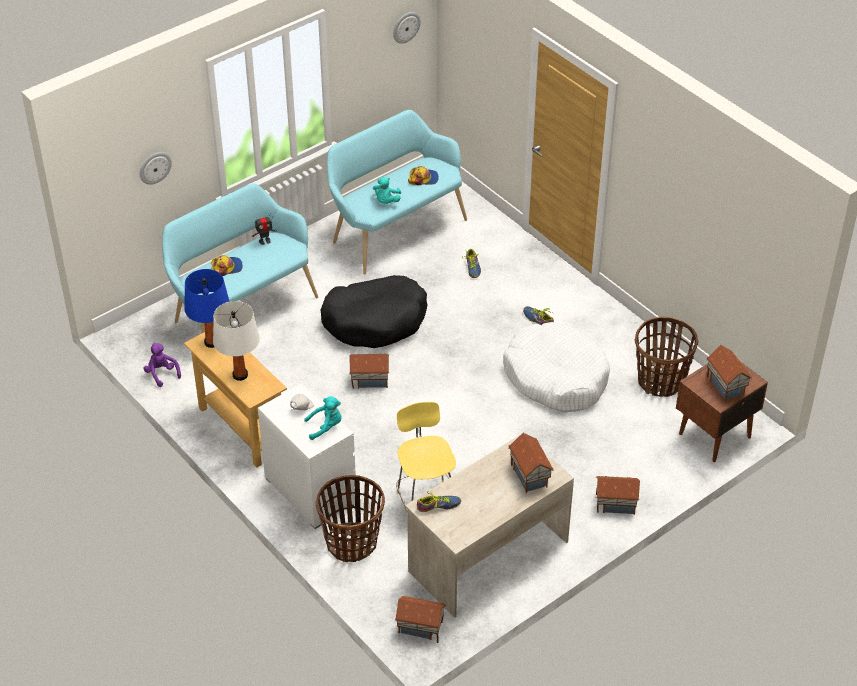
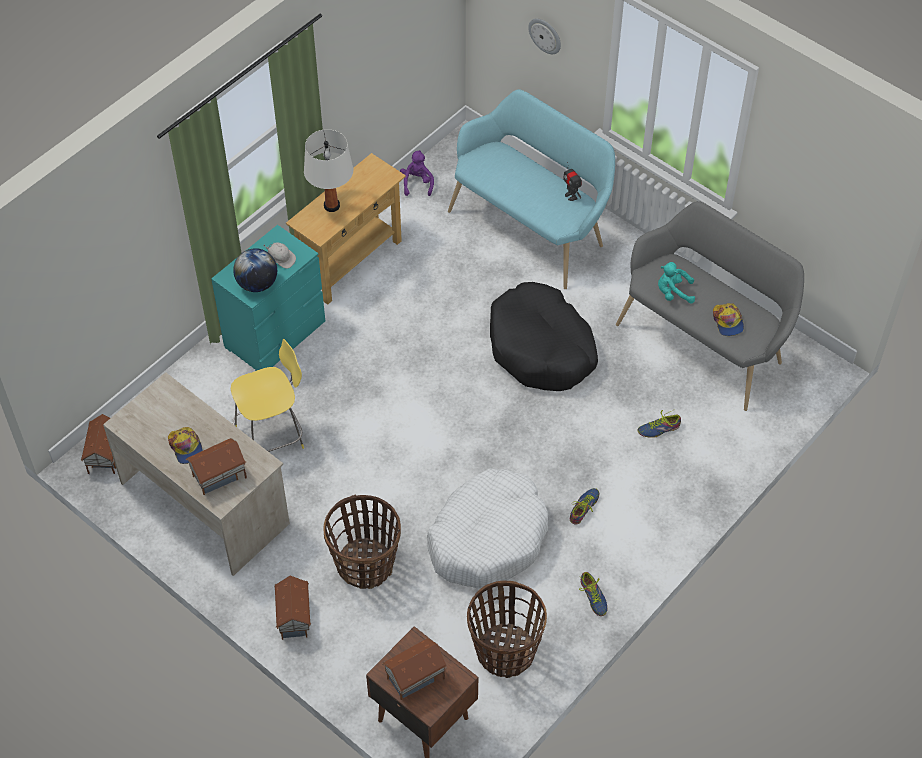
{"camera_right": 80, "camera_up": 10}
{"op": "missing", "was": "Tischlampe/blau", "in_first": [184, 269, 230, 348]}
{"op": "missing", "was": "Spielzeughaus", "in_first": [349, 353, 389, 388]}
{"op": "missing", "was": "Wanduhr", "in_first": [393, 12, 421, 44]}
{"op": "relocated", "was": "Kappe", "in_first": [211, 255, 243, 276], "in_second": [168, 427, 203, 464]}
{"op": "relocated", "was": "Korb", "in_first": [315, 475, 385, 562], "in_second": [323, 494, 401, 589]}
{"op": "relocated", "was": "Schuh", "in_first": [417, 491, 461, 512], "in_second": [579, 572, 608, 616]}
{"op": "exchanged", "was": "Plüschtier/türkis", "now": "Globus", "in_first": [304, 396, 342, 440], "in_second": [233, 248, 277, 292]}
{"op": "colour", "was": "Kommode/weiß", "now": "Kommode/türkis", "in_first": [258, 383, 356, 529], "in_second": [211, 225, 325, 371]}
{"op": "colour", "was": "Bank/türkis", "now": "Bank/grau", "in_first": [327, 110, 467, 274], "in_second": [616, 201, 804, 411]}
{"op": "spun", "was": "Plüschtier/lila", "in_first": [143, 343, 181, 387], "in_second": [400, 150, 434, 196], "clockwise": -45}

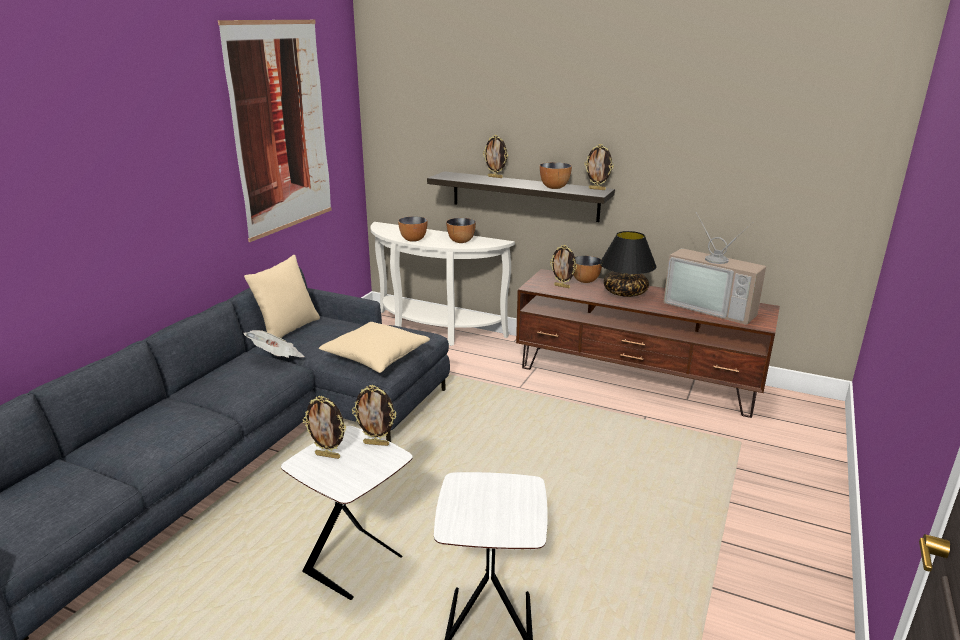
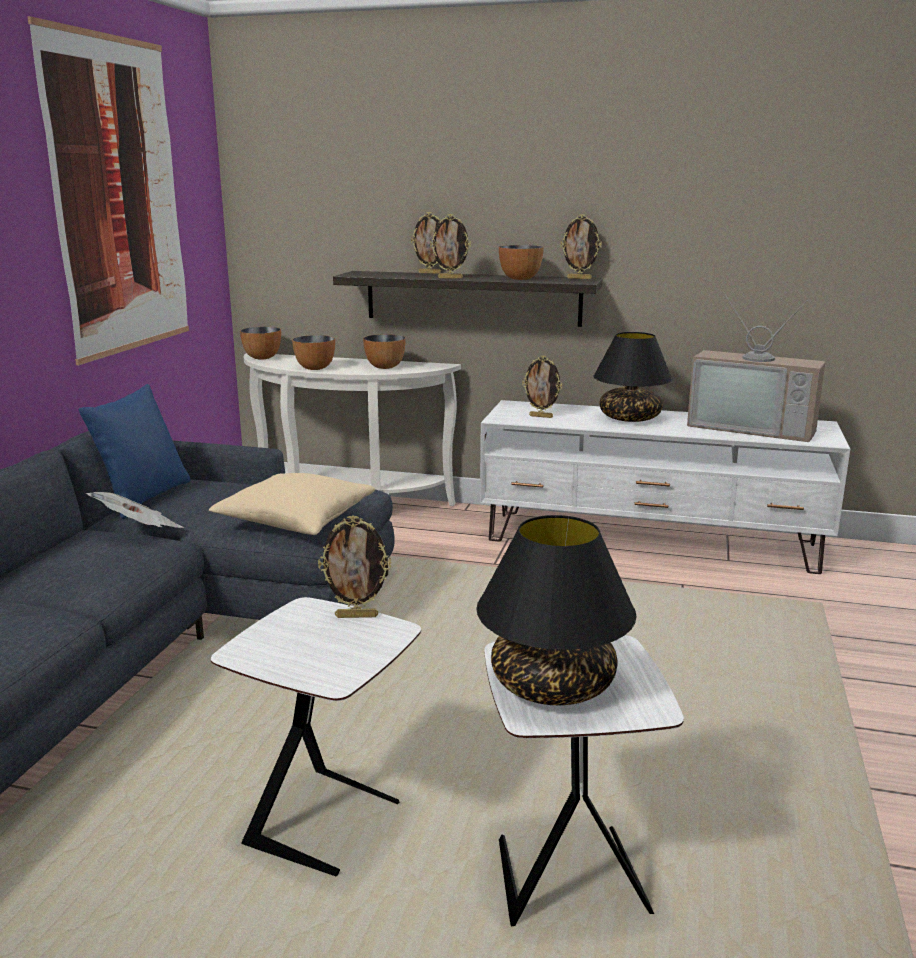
{"camera_right": -10, "camera_up": -5}
{"op": "appeared", "now": "Tischlampe/schwarz", "in_second": [476, 515, 637, 705]}
{"op": "relocated", "was": "Bilderrahmen", "in_first": [303, 396, 346, 459], "in_second": [430, 214, 471, 279]}
{"op": "relocated", "was": "Schüssel", "in_first": [573, 256, 602, 283], "in_second": [240, 327, 281, 359]}
{"op": "colour", "was": "Kissen/beige", "now": "Kissen/blau", "in_first": [244, 255, 320, 338], "in_second": [78, 384, 191, 519]}
{"op": "colour", "was": "Fernsehschrank/braun", "now": "Fernsehschrank/weiß", "in_first": [516, 269, 780, 418], "in_second": [480, 400, 850, 574]}

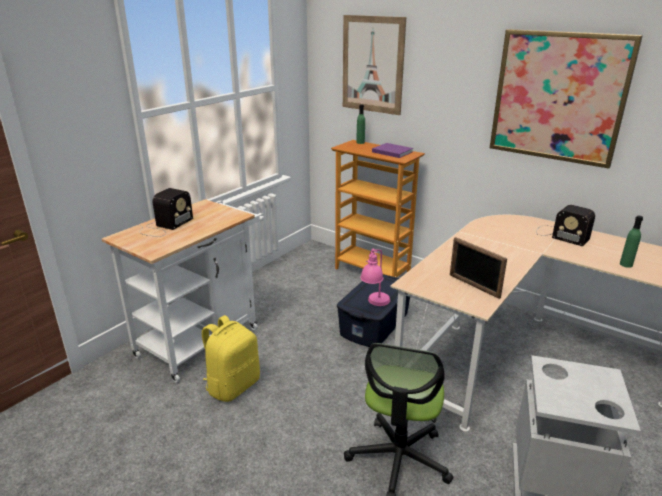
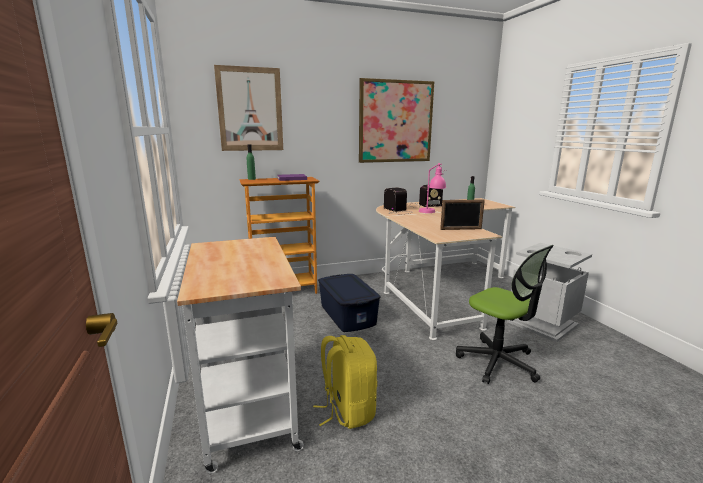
{"camera_right": -55, "camera_up": -10}
{"op": "relocated", "was": "Radio", "in_first": [139, 188, 193, 237], "in_second": [384, 187, 411, 214]}
{"op": "relocated", "was": "Tischlampe/rosa", "in_first": [360, 248, 390, 306], "in_second": [419, 163, 446, 213]}

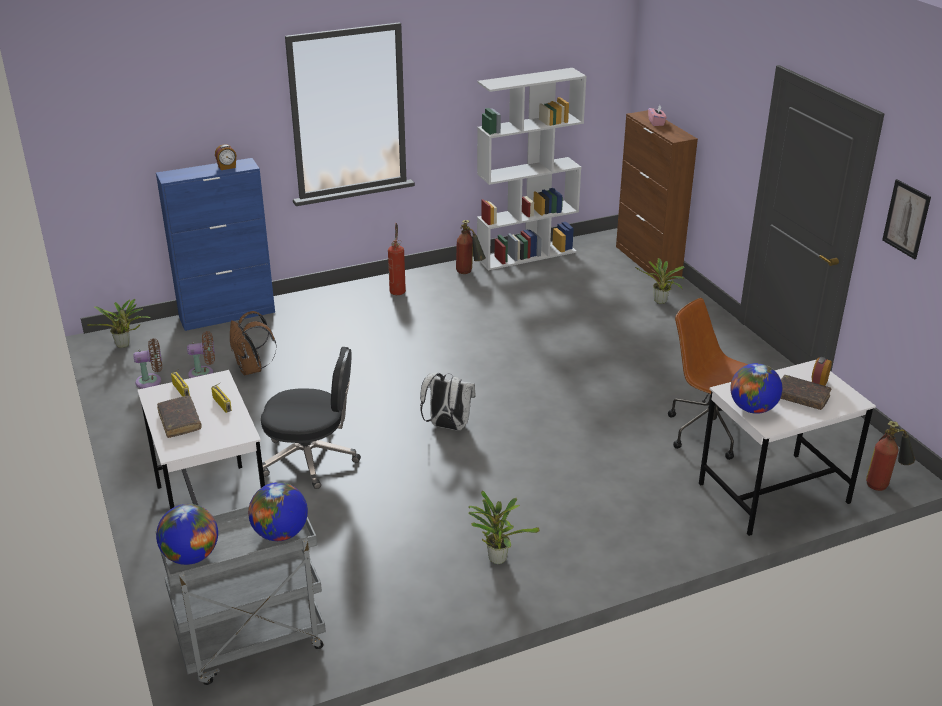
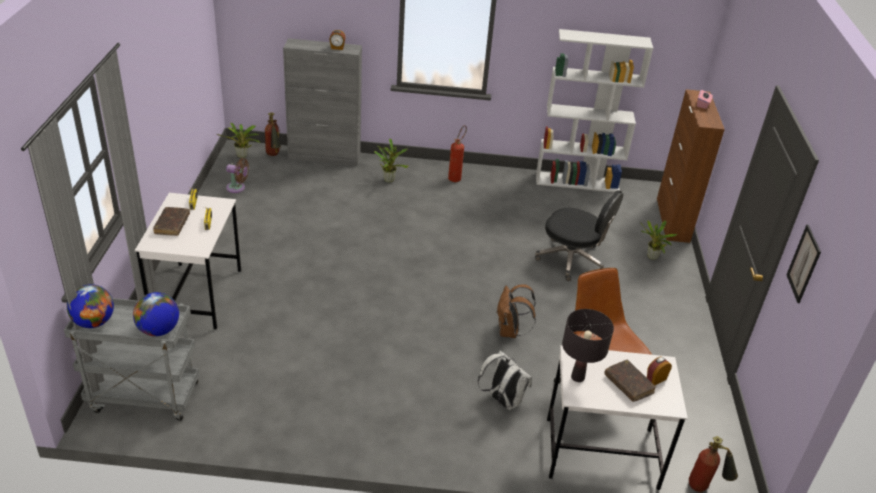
{"camera_right": 25, "camera_up": 5}
{"op": "missing", "was": "Ventilator/braun", "in_first": [187, 331, 215, 378]}
{"op": "relocated", "was": "Rucksack/braun", "in_first": [230, 311, 277, 375], "in_second": [496, 284, 536, 338]}
{"op": "relocated", "was": "Bürostuhl/schwarz", "in_first": [261, 347, 361, 489], "in_second": [535, 190, 623, 281]}
{"op": "relocated", "was": "Rucksack/weiß", "in_first": [420, 373, 476, 430], "in_second": [478, 351, 532, 410]}
{"op": "relocated", "was": "Feuerlöscher", "in_first": [456, 220, 486, 274], "in_second": [265, 112, 281, 156]}
{"op": "relocated", "was": "Topfpflanze", "in_first": [468, 491, 540, 564], "in_second": [374, 139, 408, 183]}
{"op": "exchanged", "was": "Globus", "now": "Tischlampe/schwarz", "in_first": [730, 363, 782, 414], "in_second": [562, 309, 614, 382]}
{"op": "colour", "was": "Schrank/blau", "now": "Schrank/grau", "in_first": [156, 158, 275, 331], "in_second": [283, 38, 362, 166]}

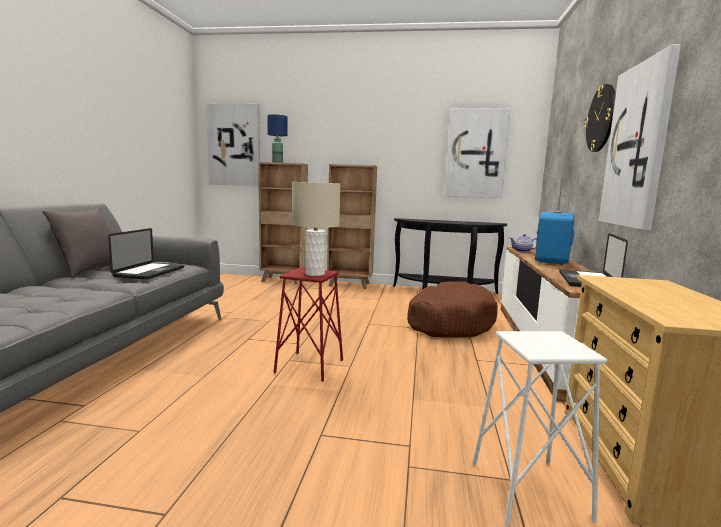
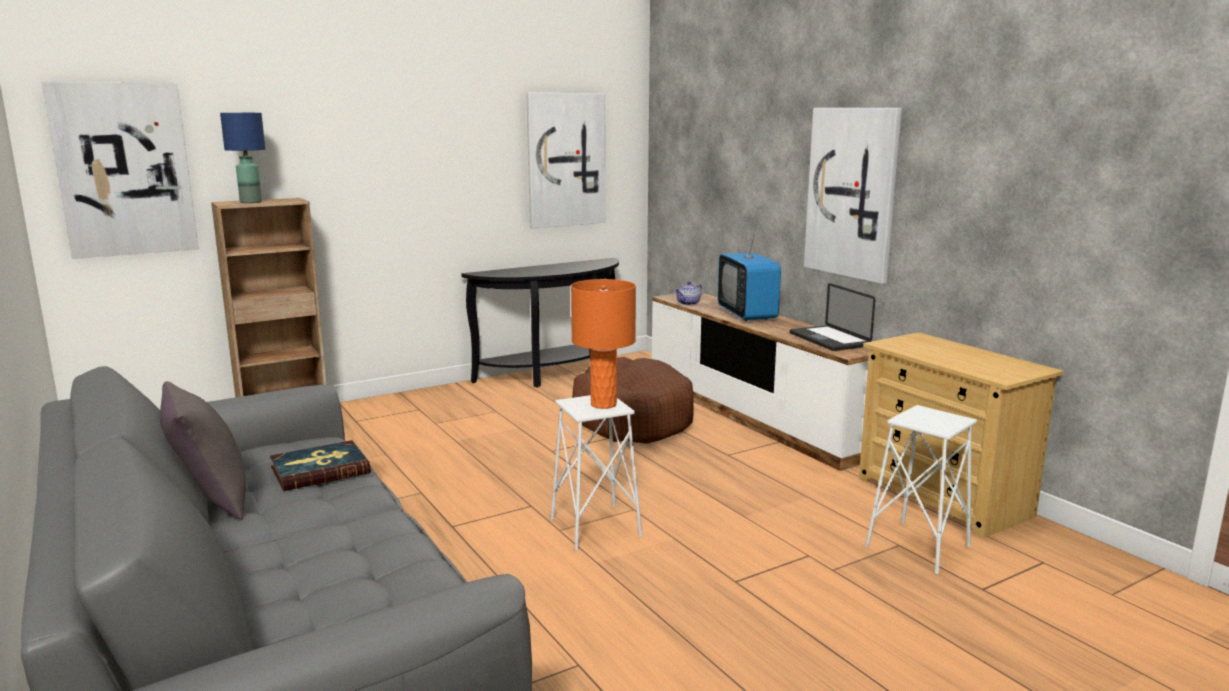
{"camera_right": -40, "camera_up": 5}
{"op": "missing", "was": "Bücherregal/braun", "in_first": [327, 164, 377, 289]}
{"op": "missing", "was": "Wanduhr", "in_first": [584, 84, 616, 152]}
{"op": "exchanged", "was": "Laptop", "now": "Buch", "in_first": [108, 228, 184, 280], "in_second": [270, 440, 371, 491]}
{"op": "colour", "was": "Hocker/rot", "now": "Hocker/weiß", "in_first": [274, 268, 343, 382], "in_second": [551, 395, 642, 551]}
{"op": "colour", "was": "Tischlampe/beige", "now": "Tischlampe/orange", "in_first": [292, 182, 341, 276], "in_second": [571, 279, 636, 409]}

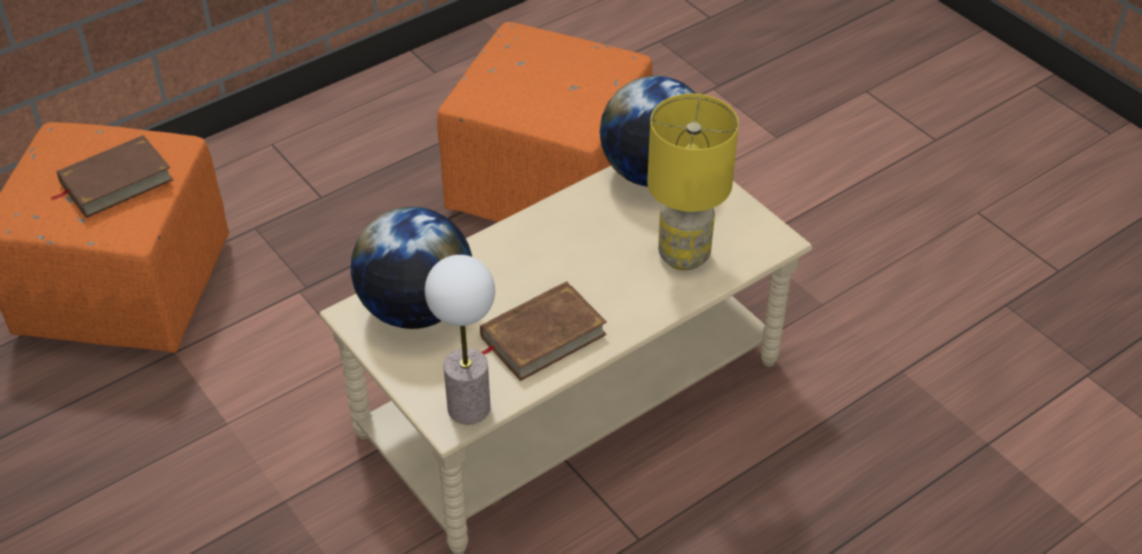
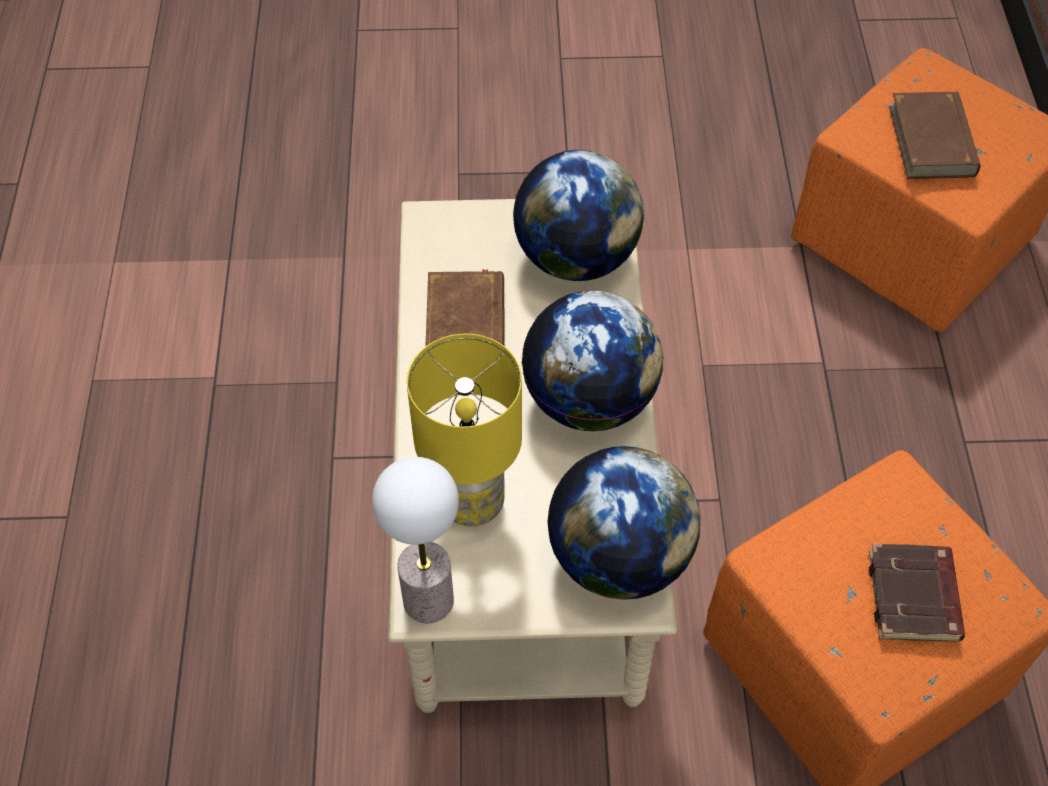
{"camera_right": 125, "camera_up": 10}
{"op": "appeared", "now": "Globus", "in_second": [521, 290, 663, 431]}
{"op": "appeared", "now": "Buch/braun", "in_second": [869, 543, 965, 642]}
{"op": "relocated", "was": "Tischlampe", "in_first": [425, 255, 495, 424], "in_second": [372, 457, 459, 623]}

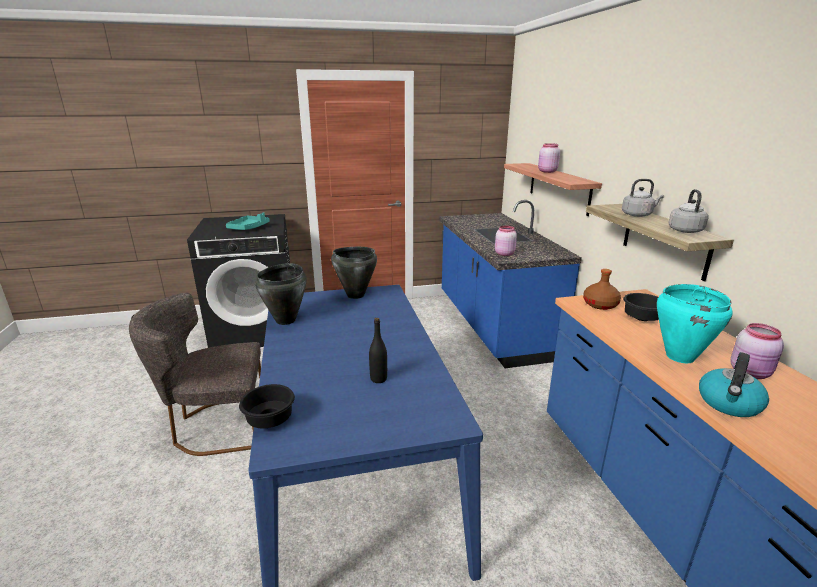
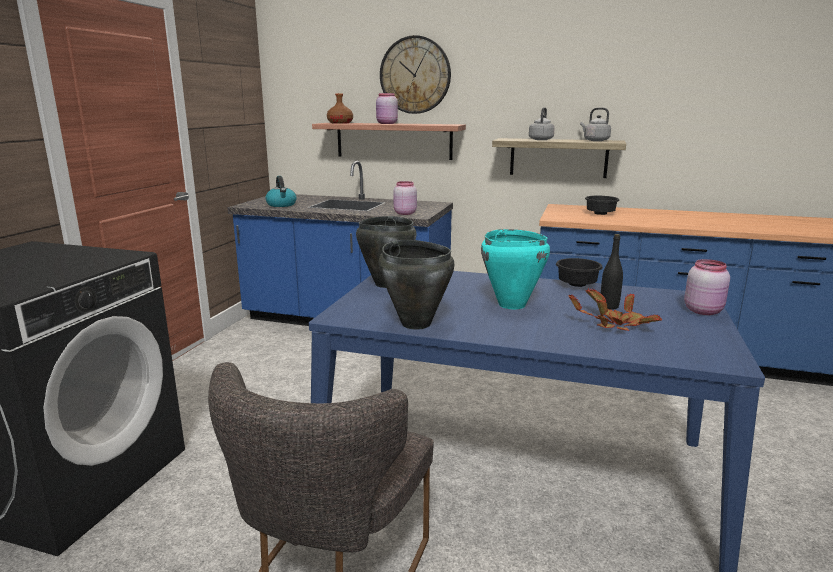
{"camera_right": -60, "camera_up": -5}
{"op": "missing", "was": "Tablett/türkis", "in_first": [226, 212, 269, 230]}
{"op": "appeared", "now": "Wanduhr", "in_second": [380, 35, 451, 114]}
{"op": "appeared", "now": "Topfpflanze", "in_second": [568, 288, 662, 331]}
{"op": "relocated", "was": "Schüssel/schwarz", "in_first": [239, 384, 295, 428], "in_second": [556, 258, 603, 287]}
{"op": "relocated", "was": "Flasche/braun", "in_first": [583, 269, 621, 310], "in_second": [327, 93, 353, 124]}
{"op": "relocated", "was": "Kochtopf/türkis", "in_first": [657, 284, 733, 363], "in_second": [481, 229, 550, 309]}
{"op": "relocated", "was": "Wasserkessel", "in_first": [699, 352, 769, 417], "in_second": [266, 176, 297, 207]}
{"op": "relocated", "was": "Vorratsglas/rosa", "in_first": [731, 323, 784, 379], "in_second": [684, 259, 730, 315]}

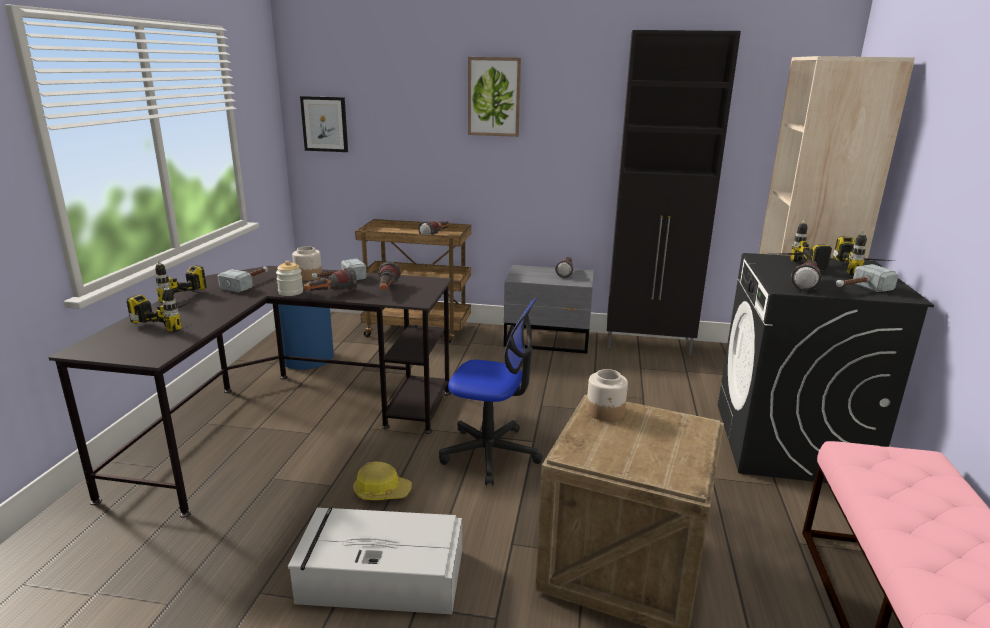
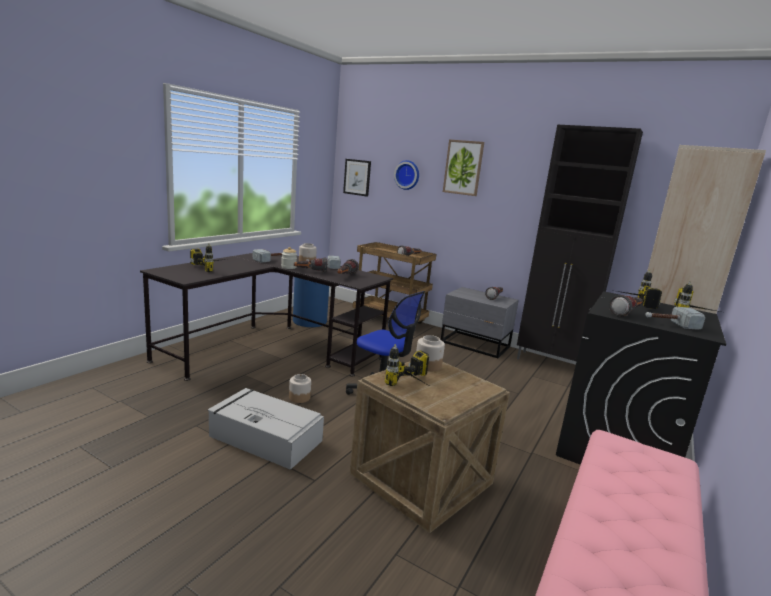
{"camera_right": 20, "camera_up": -5}
{"op": "appeared", "now": "Wanduhr", "in_second": [394, 160, 419, 190]}
{"op": "relocated", "was": "Bohrmaschine", "in_first": [155, 260, 207, 303], "in_second": [385, 344, 429, 386]}
{"op": "exchanged", "was": "Schutzhelm", "now": "Vorratsglas", "in_first": [353, 461, 412, 500], "in_second": [289, 374, 311, 403]}

